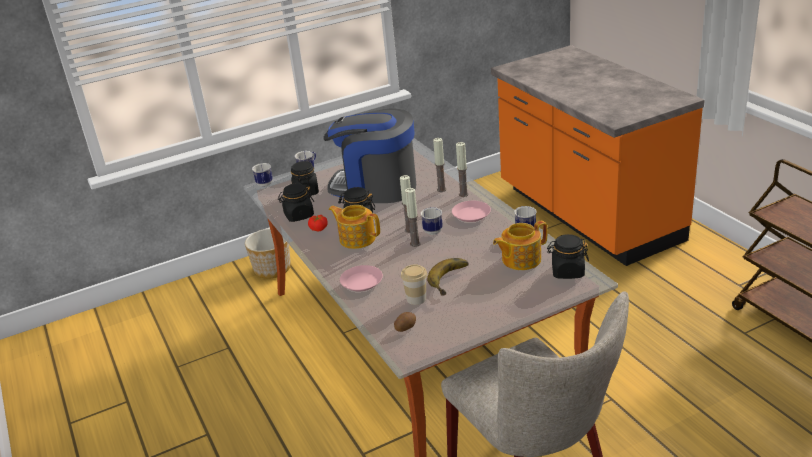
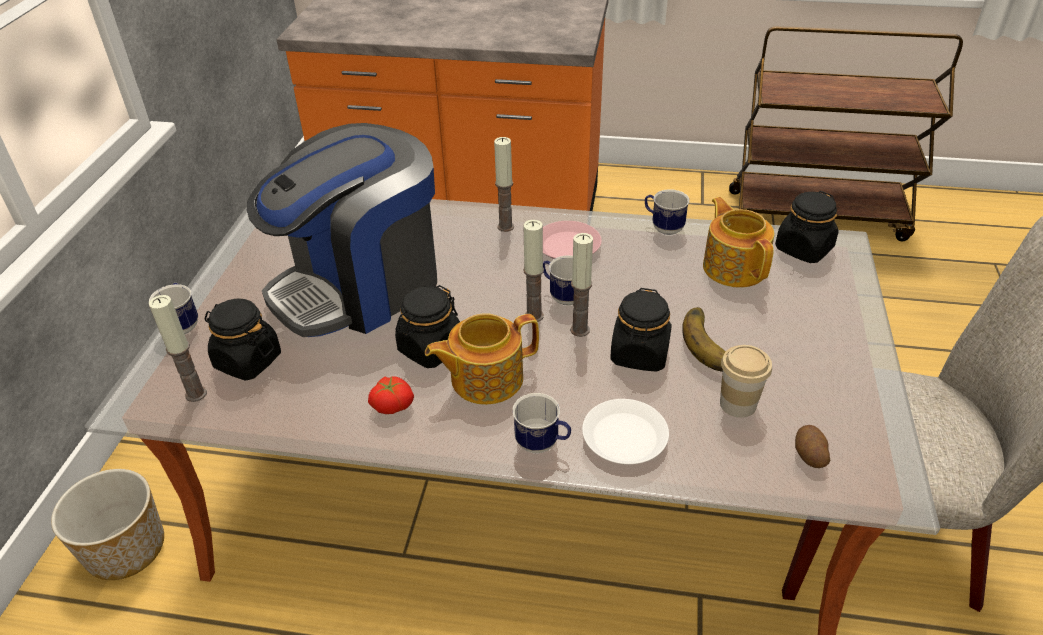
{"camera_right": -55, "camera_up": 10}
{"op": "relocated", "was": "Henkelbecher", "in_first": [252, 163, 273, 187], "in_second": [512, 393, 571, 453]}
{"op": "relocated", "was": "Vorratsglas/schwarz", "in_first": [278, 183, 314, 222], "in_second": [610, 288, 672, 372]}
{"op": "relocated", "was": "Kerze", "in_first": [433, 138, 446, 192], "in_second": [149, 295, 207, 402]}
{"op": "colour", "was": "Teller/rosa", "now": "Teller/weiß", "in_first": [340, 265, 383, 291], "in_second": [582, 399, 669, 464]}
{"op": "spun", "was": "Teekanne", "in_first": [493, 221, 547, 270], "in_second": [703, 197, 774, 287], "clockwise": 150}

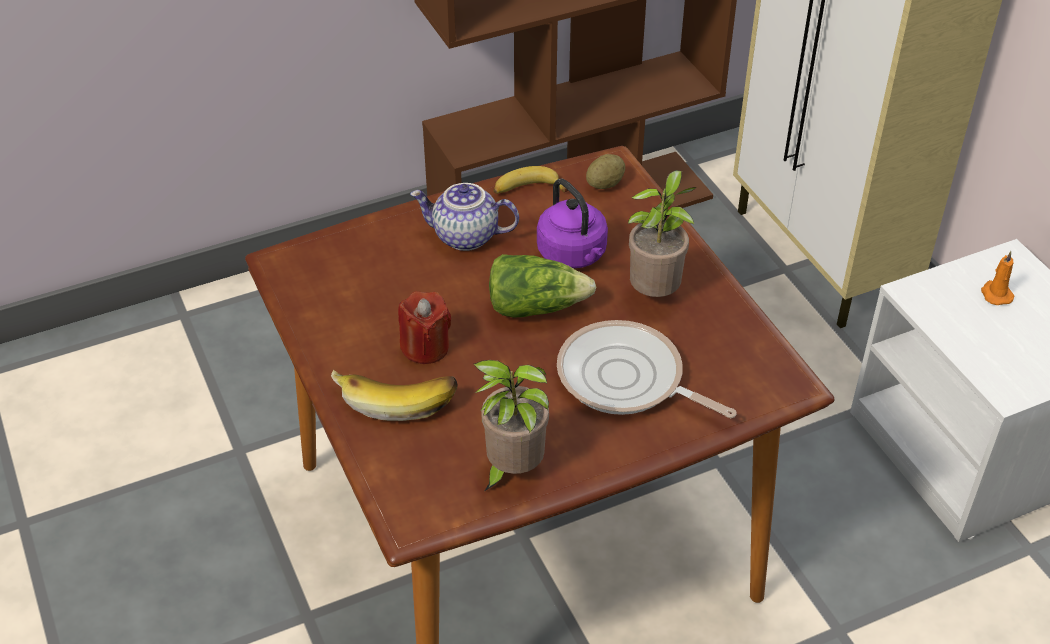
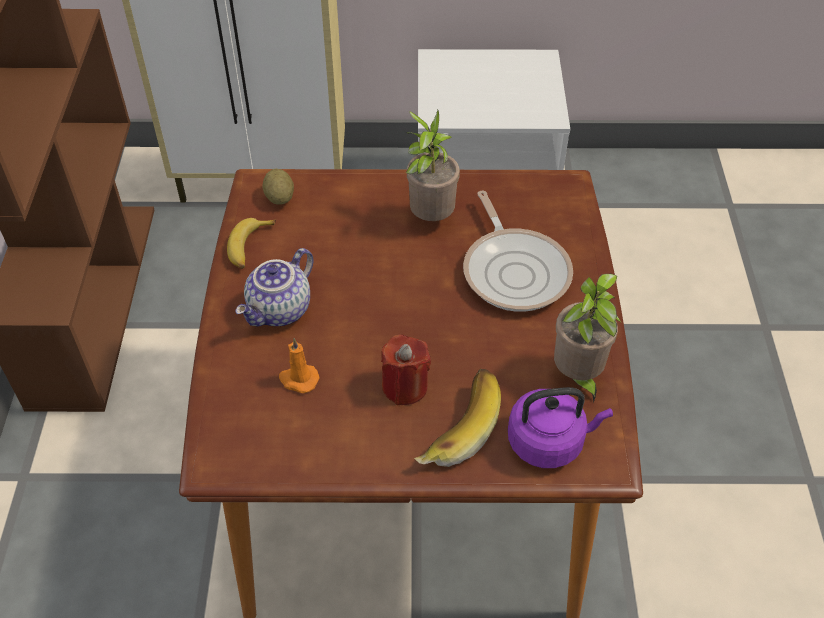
{"camera_right": -65, "camera_up": 5}
{"op": "missing", "was": "Salatkopf", "in_first": [489, 254, 596, 318]}
{"op": "relocated", "was": "Wasserkessel/lila", "in_first": [537, 179, 608, 268], "in_second": [508, 387, 613, 468]}
{"op": "relocated", "was": "Kerze/orange", "in_first": [981, 251, 1014, 305], "in_second": [279, 338, 320, 393]}
{"op": "spun", "was": "Pfanne", "in_first": [557, 320, 737, 418], "in_second": [463, 191, 573, 312], "clockwise": -75}

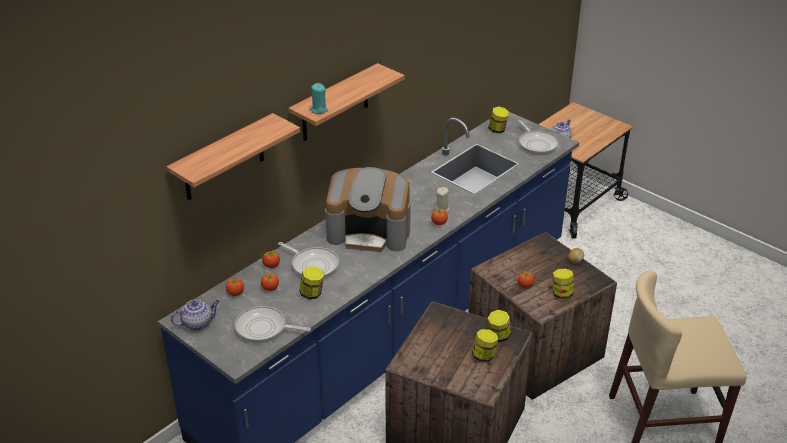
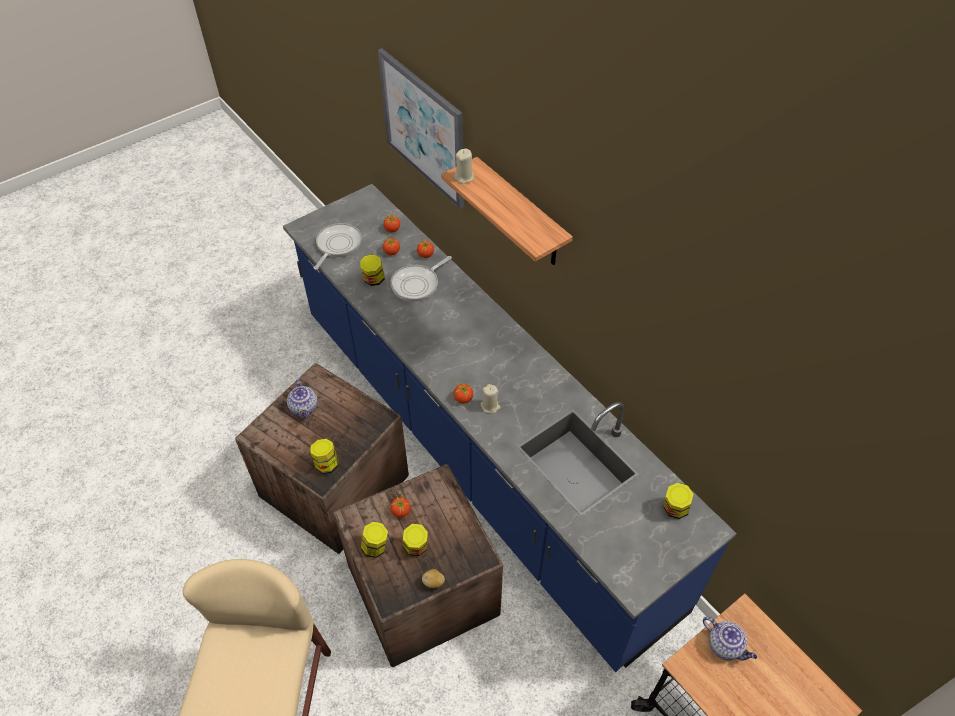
{"camera_right": 100, "camera_up": 15}
{"op": "missing", "was": "Kaffeemaschine", "in_first": [325, 167, 411, 252]}
{"op": "missing", "was": "Pfanne", "in_first": [518, 120, 559, 155]}
{"op": "relocated", "was": "Teekanne", "in_first": [171, 299, 220, 331], "in_second": [287, 378, 318, 419]}
{"op": "relocated", "was": "Vorratsglas", "in_first": [472, 329, 498, 362], "in_second": [403, 524, 428, 556]}
{"op": "exchanged", "was": "Wandregal", "now": "Bild", "in_first": [166, 113, 300, 200], "in_second": [378, 48, 464, 209]}
{"op": "colour", "was": "Kerze/türkis", "now": "Kerze/beige", "in_first": [310, 83, 328, 114], "in_second": [454, 148, 474, 183]}

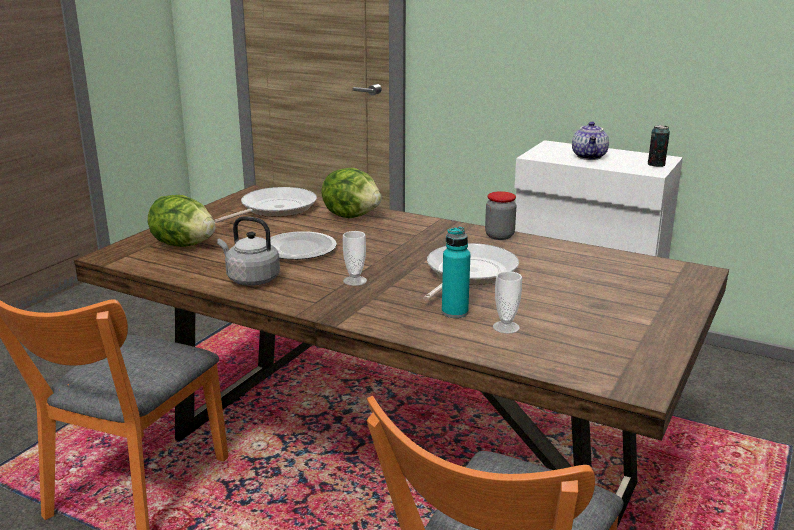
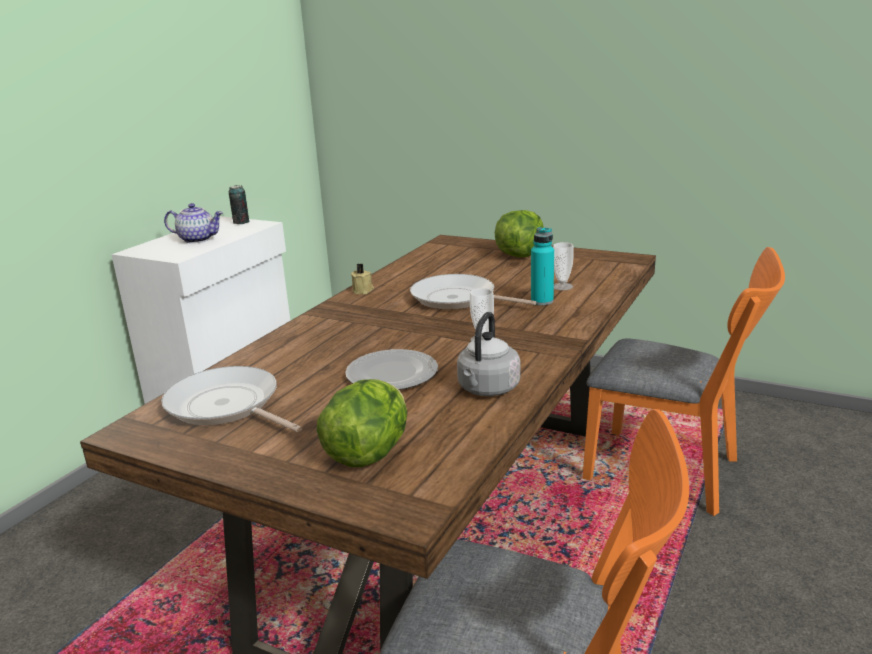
{"camera_right": -90, "camera_up": 0}
{"op": "relocated", "was": "Salatkopf", "in_first": [321, 168, 381, 218], "in_second": [495, 210, 544, 257]}
{"op": "exchanged", "was": "Vorratsglas", "now": "Kerze/beige", "in_first": [485, 191, 517, 240], "in_second": [351, 263, 374, 294]}

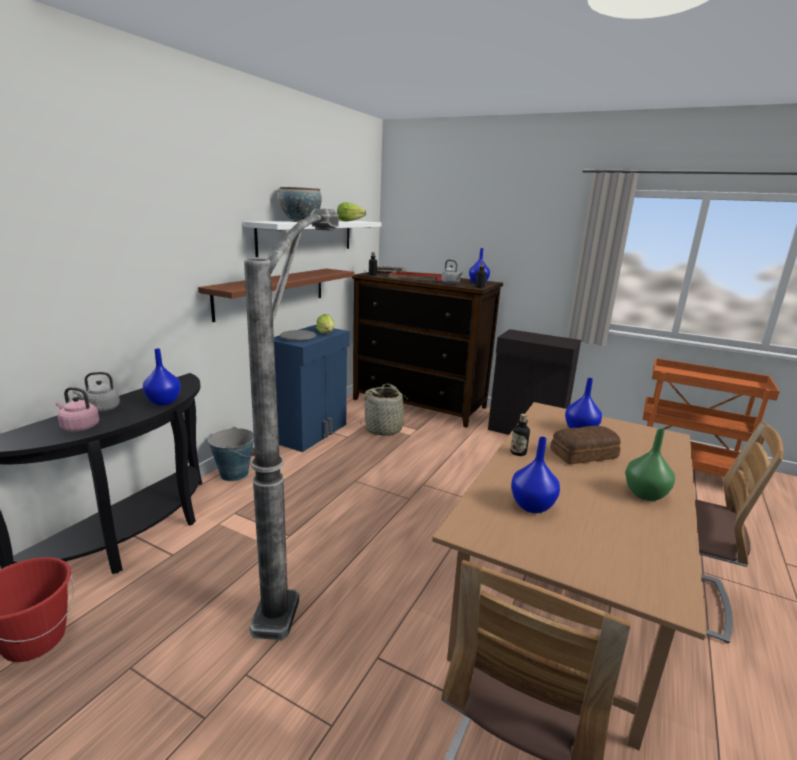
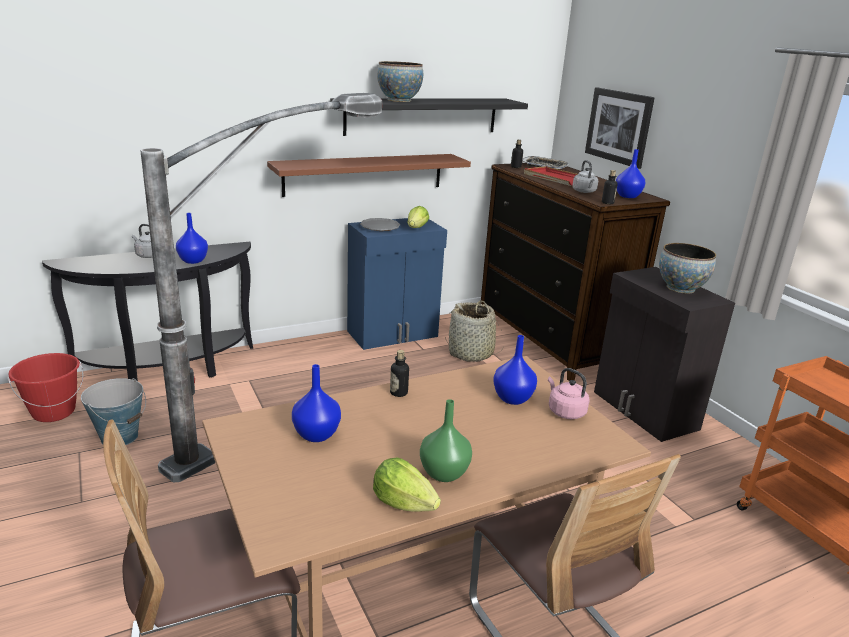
{"camera_right": 35, "camera_up": 5}
{"op": "missing", "was": "Brot", "in_first": [550, 426, 621, 464]}
{"op": "appeared", "now": "Bild", "in_second": [585, 88, 655, 169]}
{"op": "appeared", "now": "Schüssel", "in_second": [659, 243, 716, 294]}
{"op": "relocated", "was": "Wasserkessel/rosa", "in_first": [56, 387, 99, 432], "in_second": [548, 368, 590, 419]}
{"op": "relocated", "was": "Eimer", "in_first": [208, 427, 255, 481], "in_second": [81, 378, 146, 445]}
{"op": "relocated", "was": "Salatkopf", "in_first": [337, 202, 366, 221], "in_second": [373, 458, 441, 511]}
{"op": "colour", "was": "Wandregal/weiß", "now": "Wandregal/schwarz", "in_first": [244, 221, 381, 257], "in_second": [330, 98, 528, 136]}

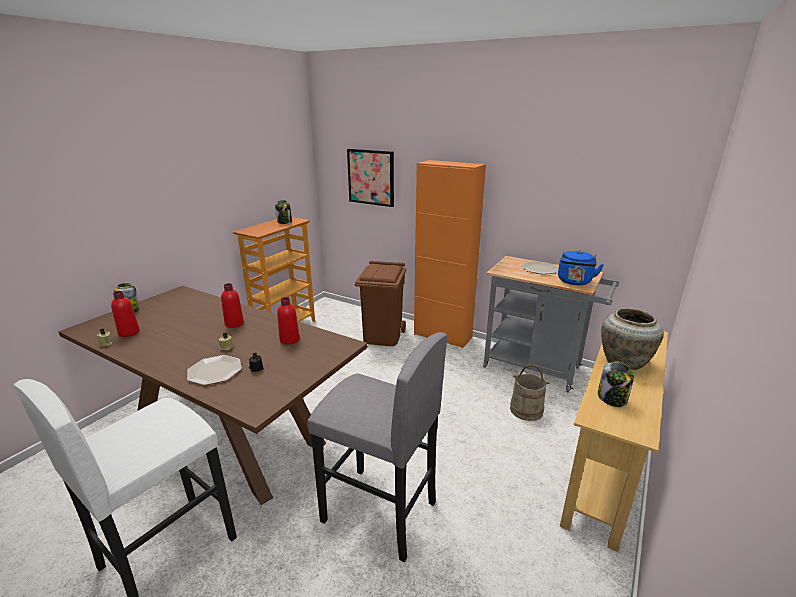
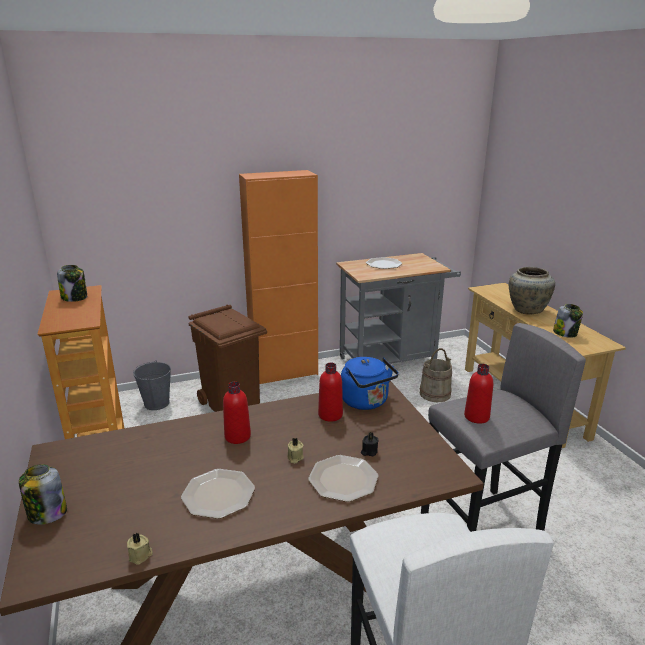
{"camera_right": -50, "camera_up": 0}
{"op": "missing", "was": "Bild", "in_first": [347, 149, 394, 207]}
{"op": "appeared", "now": "Eimer/grau", "in_second": [133, 360, 171, 410]}
{"op": "appeared", "now": "Teller", "in_second": [181, 469, 255, 519]}
{"op": "relocated", "was": "Flasche/rot", "in_first": [111, 291, 140, 337], "in_second": [464, 364, 493, 424]}
{"op": "relocated", "was": "Wasserkessel/blau", "in_first": [558, 250, 604, 285], "in_second": [341, 357, 399, 410]}

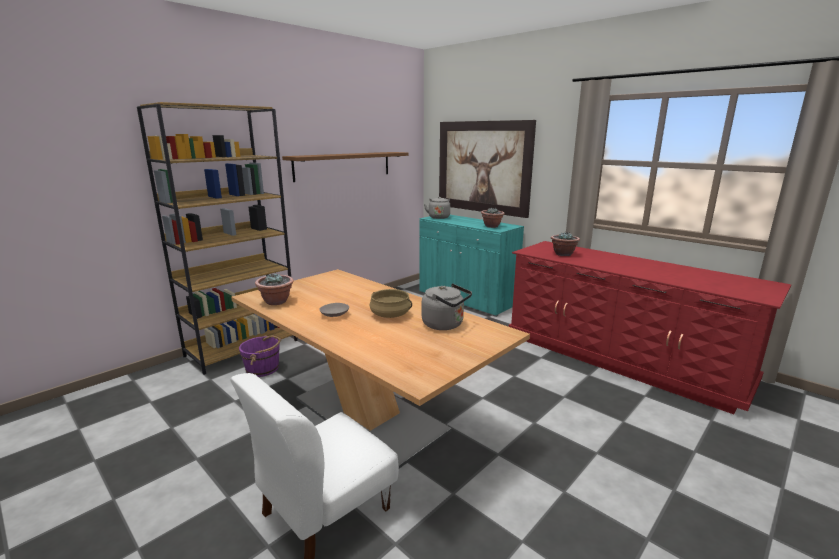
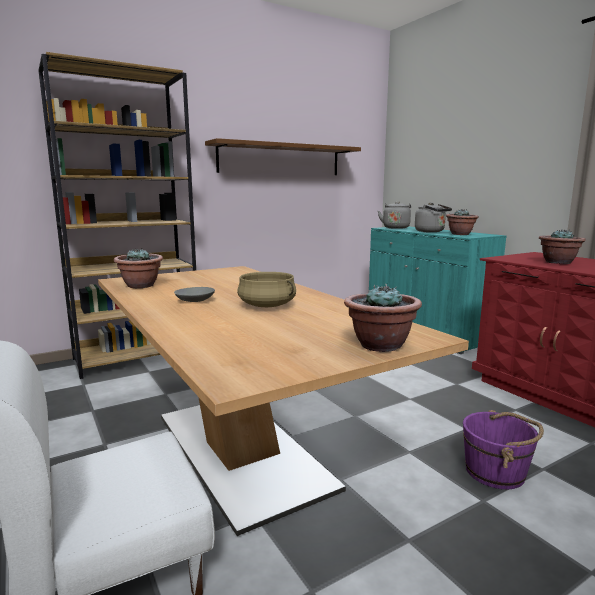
{"camera_right": 15, "camera_up": -5}
{"op": "missing", "was": "Bild", "in_first": [439, 120, 536, 218]}
{"op": "appeared", "now": "Topfpflanze", "in_second": [344, 284, 422, 352]}
{"op": "relocated", "was": "Eimer/lila", "in_first": [239, 335, 281, 377], "in_second": [463, 410, 544, 489]}
{"op": "relocated", "was": "Wasserkessel/grau", "in_first": [422, 284, 472, 330], "in_second": [415, 202, 452, 232]}

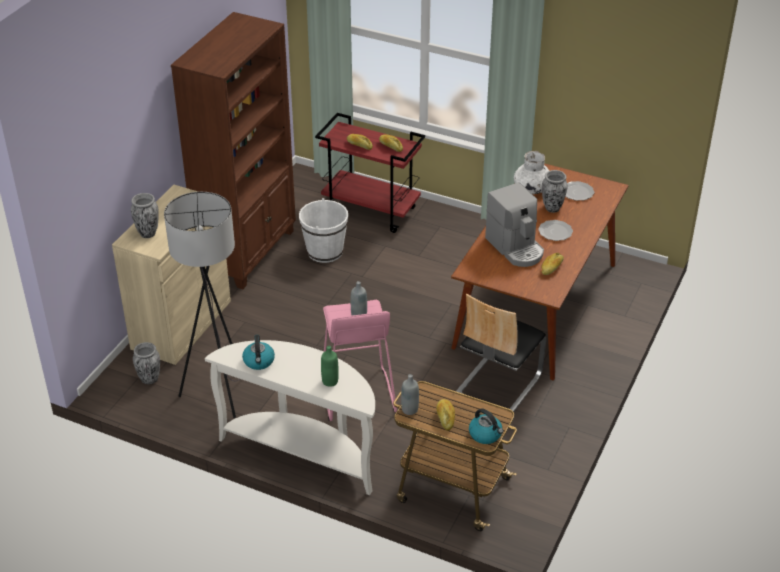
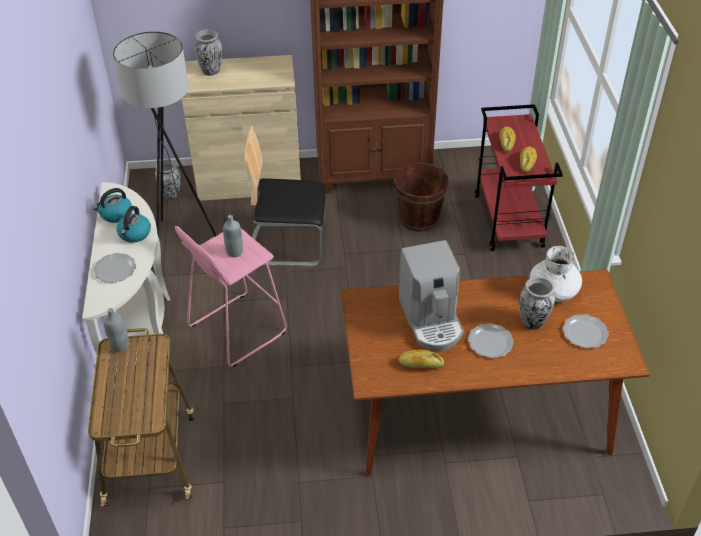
{"camera_right": 60, "camera_up": 5}
{"op": "missing", "was": "Brot", "in_first": [436, 399, 455, 430]}
{"op": "relocated", "was": "Stuhl", "in_first": [456, 294, 546, 412], "in_second": [245, 126, 325, 267]}
{"op": "relocated", "was": "Wasserkessel", "in_first": [469, 408, 503, 444], "in_second": [116, 206, 151, 243]}
{"op": "exchanged", "was": "Flasche/grün", "now": "Teller", "in_first": [321, 346, 339, 387], "in_second": [93, 253, 136, 283]}
{"op": "colour", "was": "Eimer/weiß", "now": "Eimer/braun", "in_first": [299, 198, 348, 263], "in_second": [394, 163, 449, 231]}
{"op": "spun", "was": "Kaffeemaschine", "in_first": [485, 183, 544, 267], "in_second": [399, 240, 464, 351], "clockwise": -45}

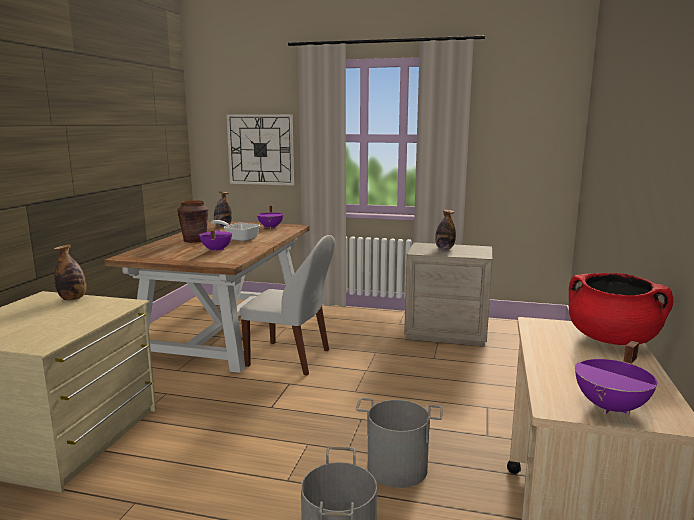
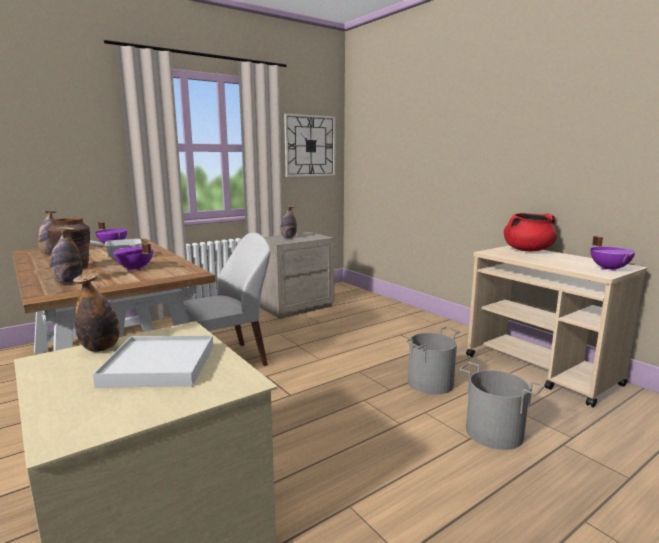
{"camera_right": -50, "camera_up": 0}
{"op": "appeared", "now": "Flasche", "in_second": [50, 227, 83, 284]}
{"op": "appeared", "now": "Tablett/weiß", "in_second": [93, 335, 213, 388]}
{"op": "relocated", "was": "Wanduhr", "in_first": [226, 114, 294, 186], "in_second": [284, 113, 335, 177]}

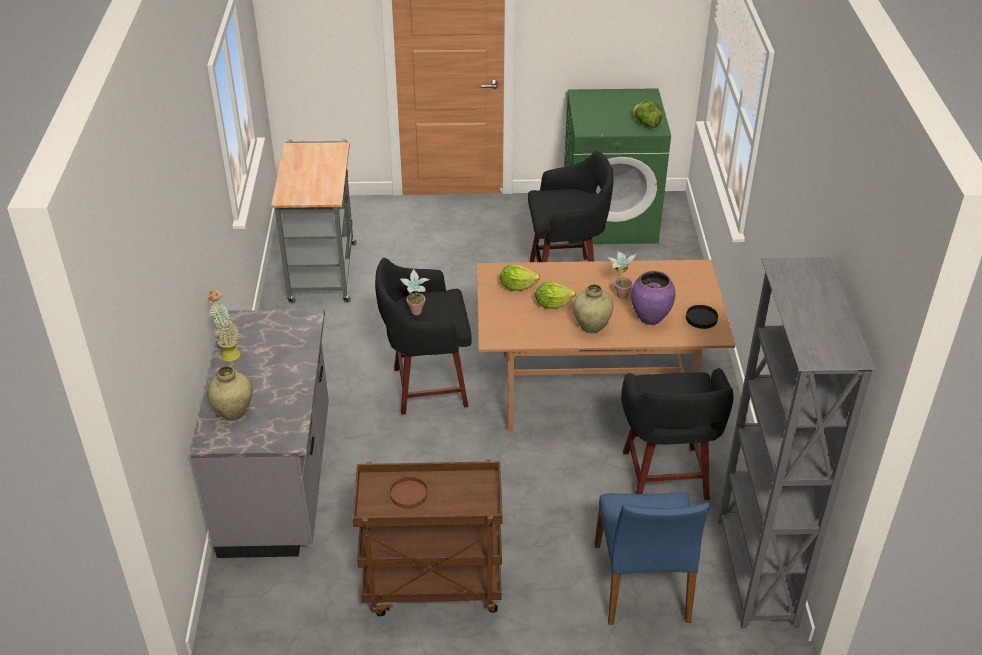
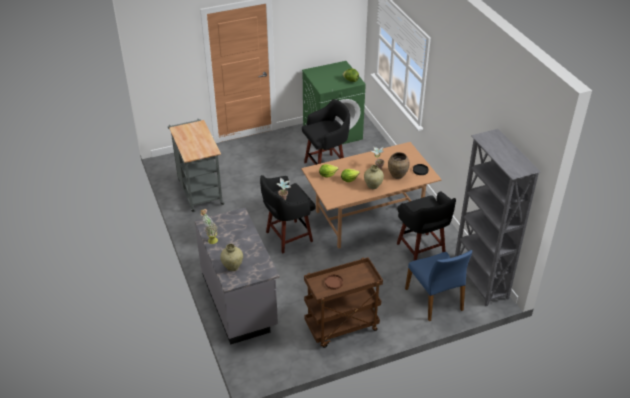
{"camera_right": -20, "camera_up": 0}
{"op": "colour", "was": "Vase/lila", "now": "Vase/braun", "in_first": [631, 271, 675, 325], "in_second": [388, 152, 410, 179]}

